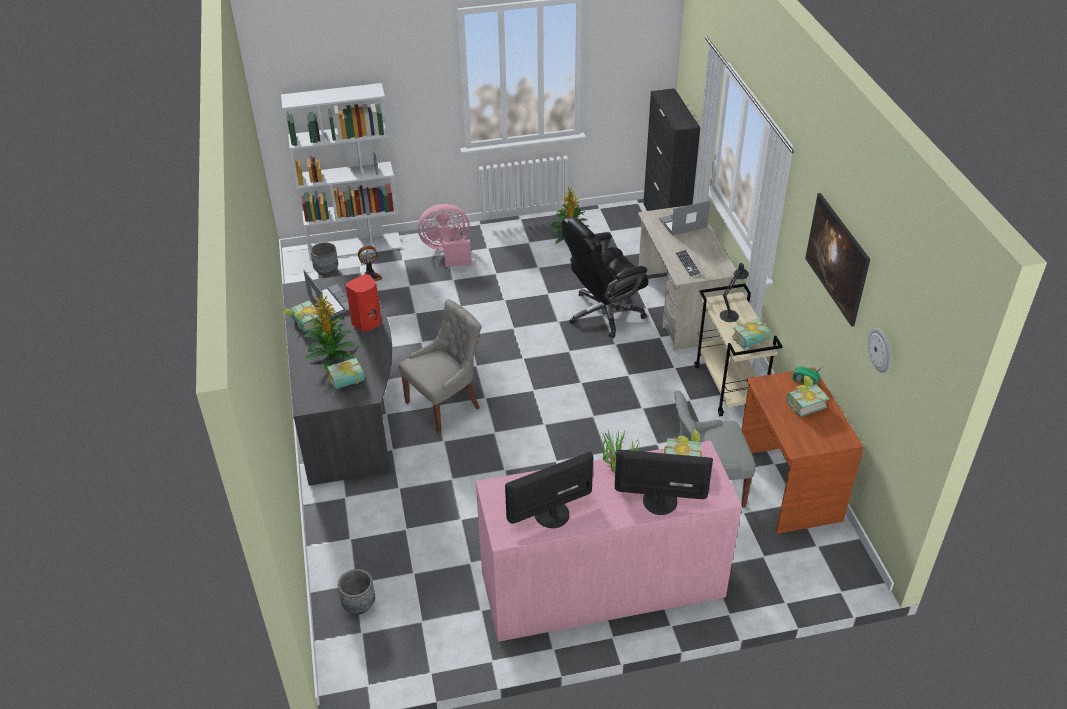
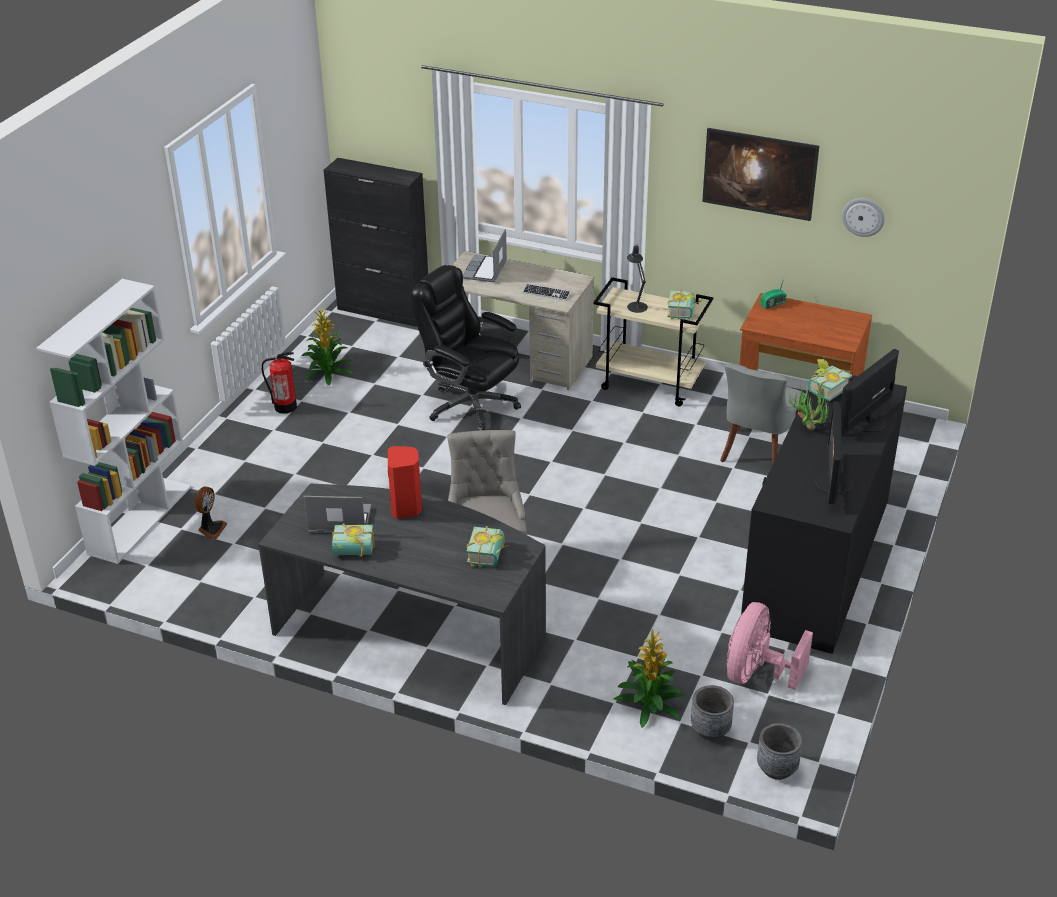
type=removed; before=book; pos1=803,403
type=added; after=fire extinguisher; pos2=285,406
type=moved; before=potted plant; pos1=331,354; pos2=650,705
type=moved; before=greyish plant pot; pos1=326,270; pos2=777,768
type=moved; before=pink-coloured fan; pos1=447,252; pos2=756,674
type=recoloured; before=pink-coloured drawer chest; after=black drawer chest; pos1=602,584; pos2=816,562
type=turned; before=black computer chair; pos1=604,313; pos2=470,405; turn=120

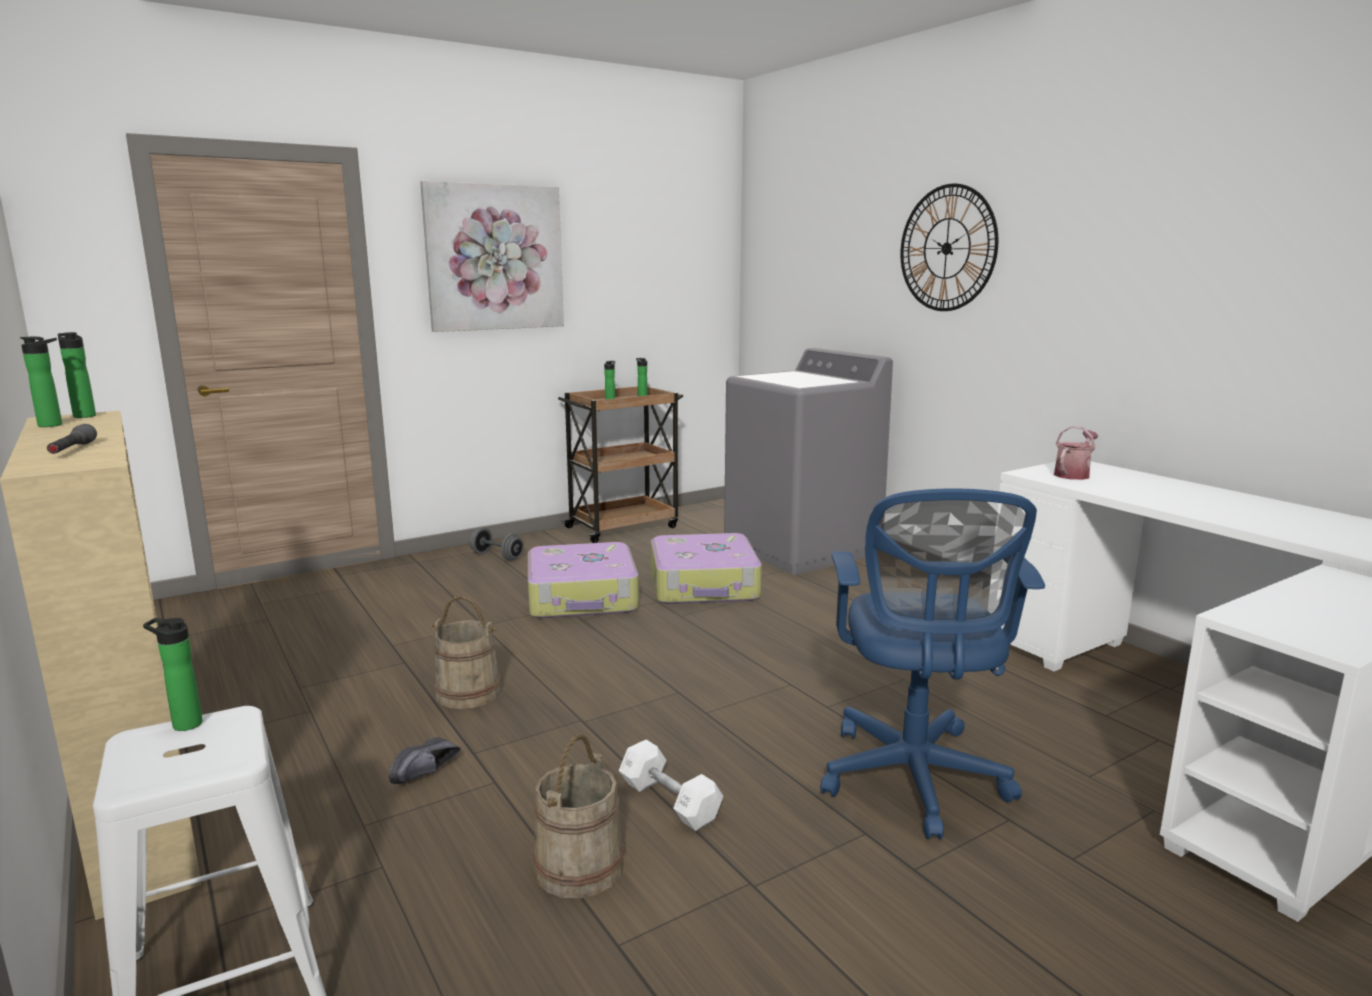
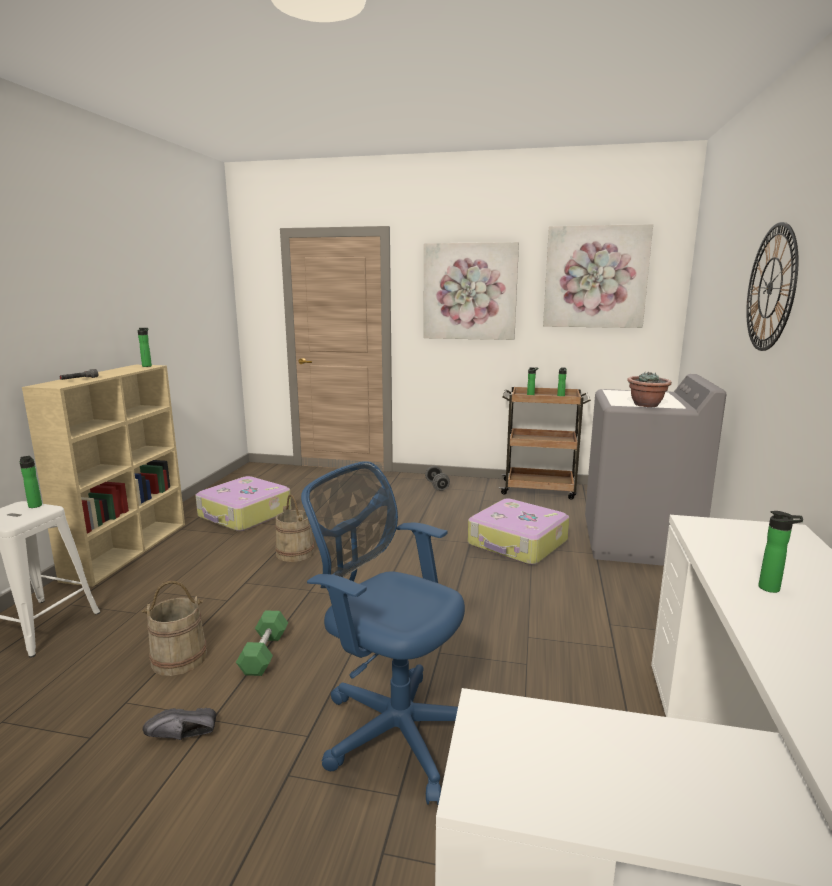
type=removed; before=watering can; pos1=1073,474
type=added; after=wall picture; pos2=595,277
type=added; after=potted plant; pos2=646,405
type=moved; before=bottle; pos1=54,425; pos2=772,589
type=moved; before=black low shoe; pos1=428,773; pos2=183,737
type=moved; before=travel case; pos1=583,597; pos2=244,515
type=recoloured; before=white hand weight; after=greenish hand weight; pos1=669,801; pos2=264,653
type=turned; before=blue computer chair; pos1=914,781; pos2=393,728; turn=75

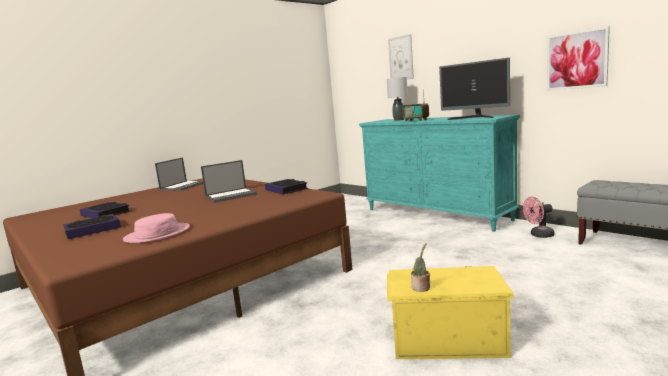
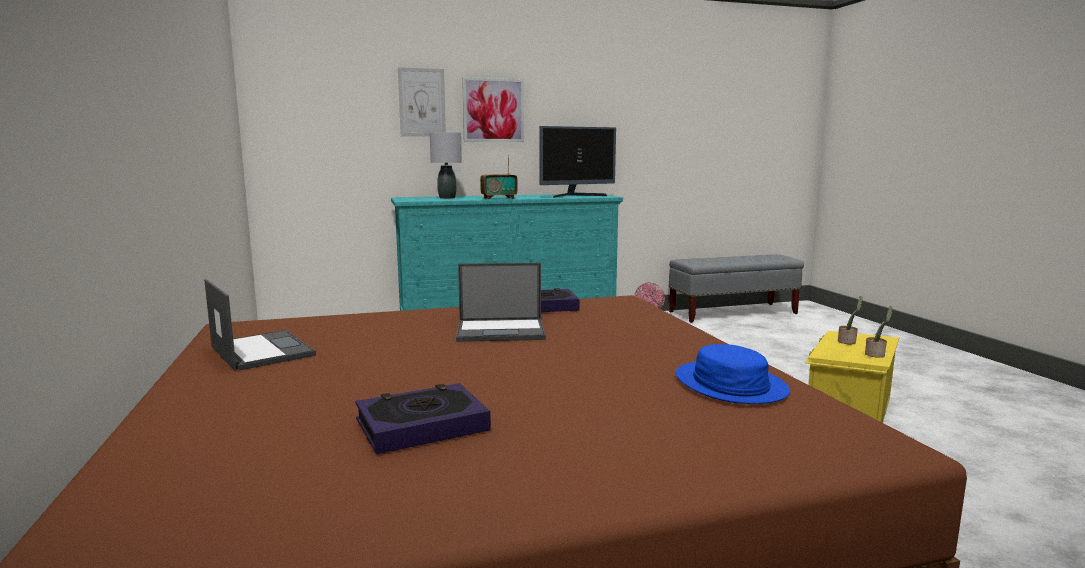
type=removed; before=book; pos1=92,230
type=added; after=potted plant; pos2=848,342
type=moved; before=wall picture; pos1=576,60; pos2=493,110
type=recoloured; before=pink-coloured wearable hat; after=blue wearable hat; pos1=157,234; pos2=729,384
type=turned; before=notebook computer; pos1=231,195; pos2=502,331; turn=90

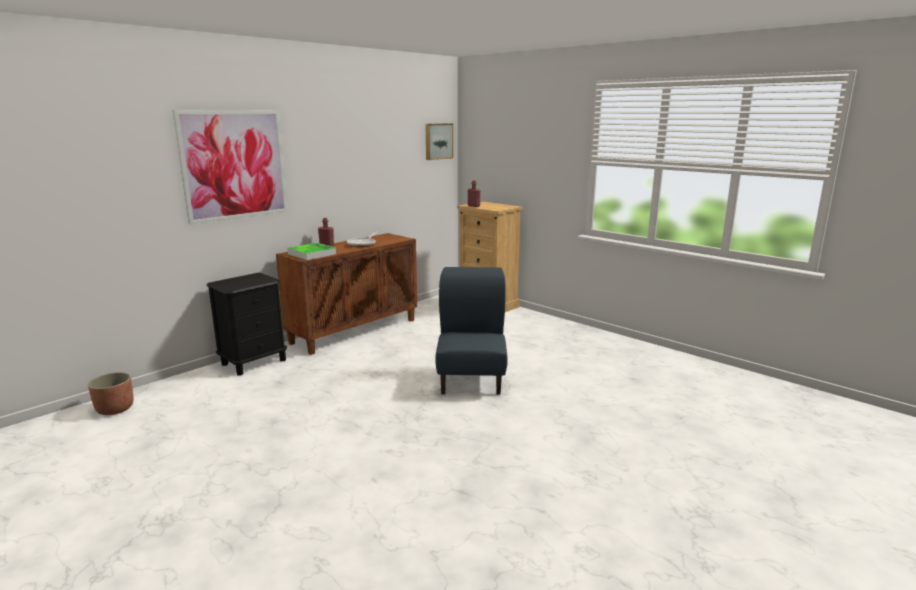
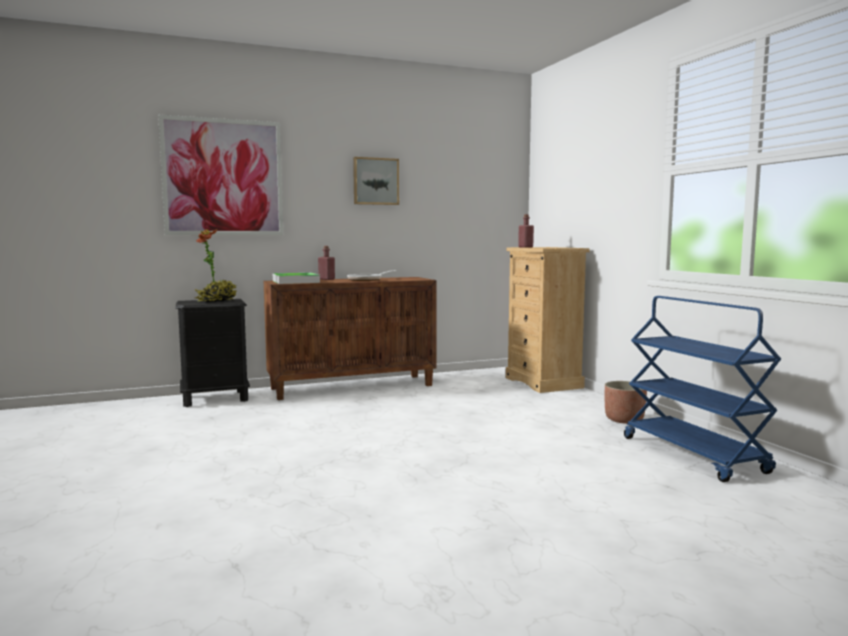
type=removed; before=blue upright chair; pos1=471,379
type=added; after=potted plant; pos2=217,301
type=added; after=blue cart; pos2=694,455
type=moved; before=plant pot; pos1=115,409; pos2=624,420
type=moved; before=wall picture; pos1=438,141; pos2=375,181

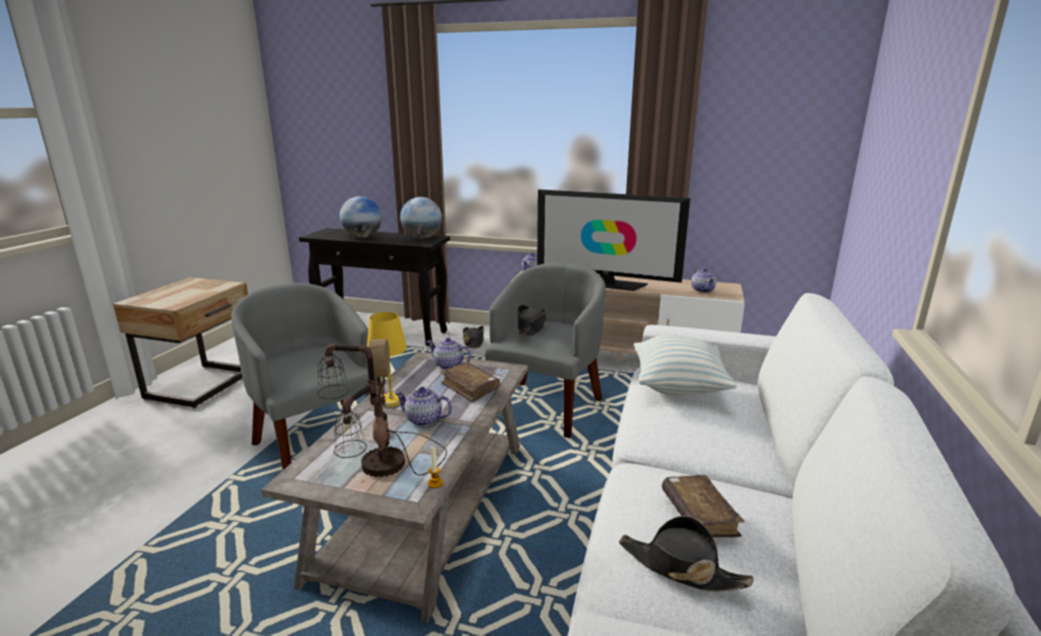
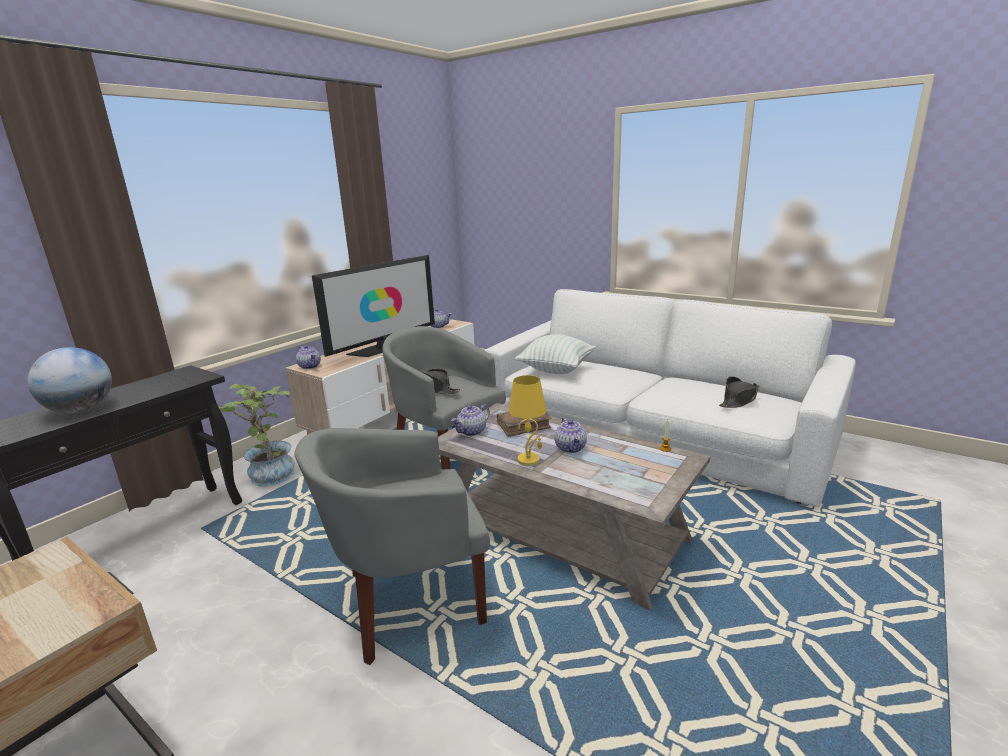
type=removed; before=table lamp; pos1=381,466
type=removed; before=desk globe; pos1=422,238
type=removed; before=brown book; pos1=699,515
type=replaced; before=black wearable hat; after=potted plant; pos1=473,342; pos2=269,473
type=turned; before=teapot; pos1=423,420; pos2=571,448; turn=-45

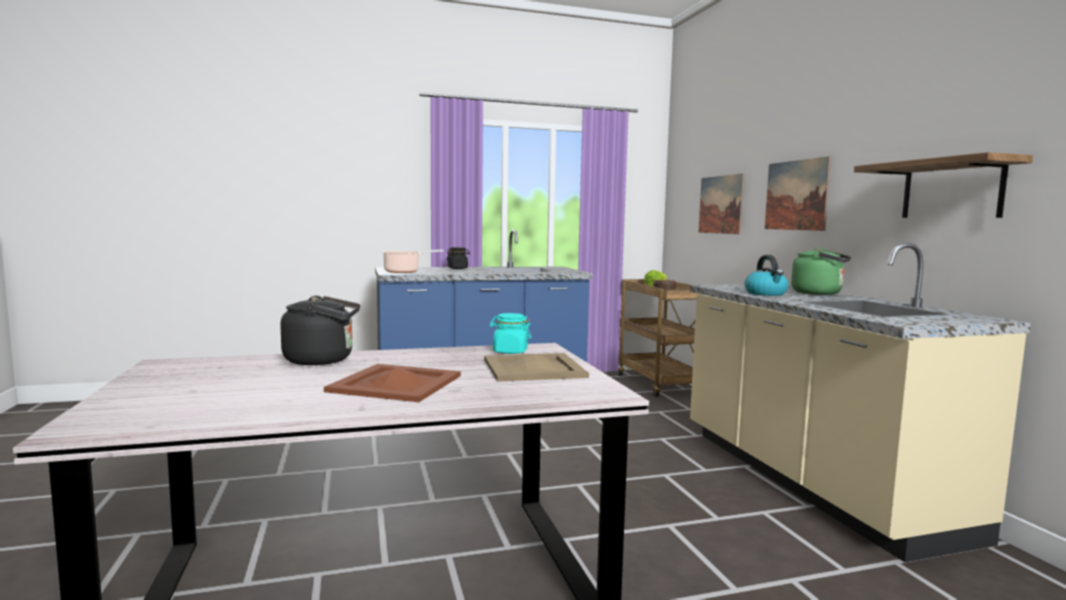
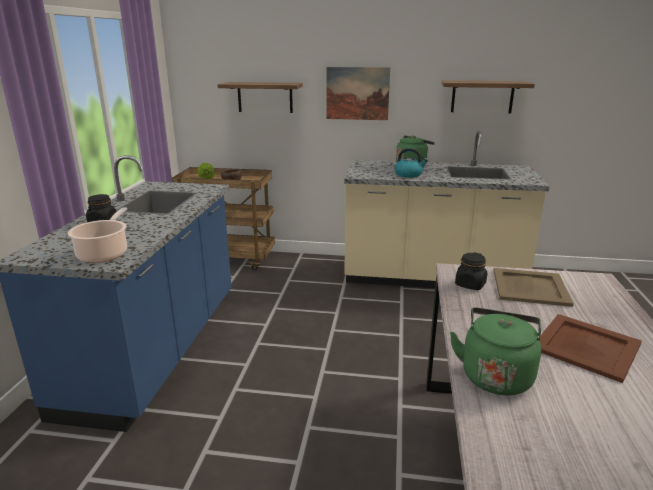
type=replaced; before=wall picture; after=wall shelf; pos1=720,204; pos2=265,97
type=recoloured; before=black kettle; after=greenish kettle; pos1=323,360; pos2=495,375
type=recoloured; before=turquoise-coloured jar; after=black jar; pos1=510,351; pos2=470,285

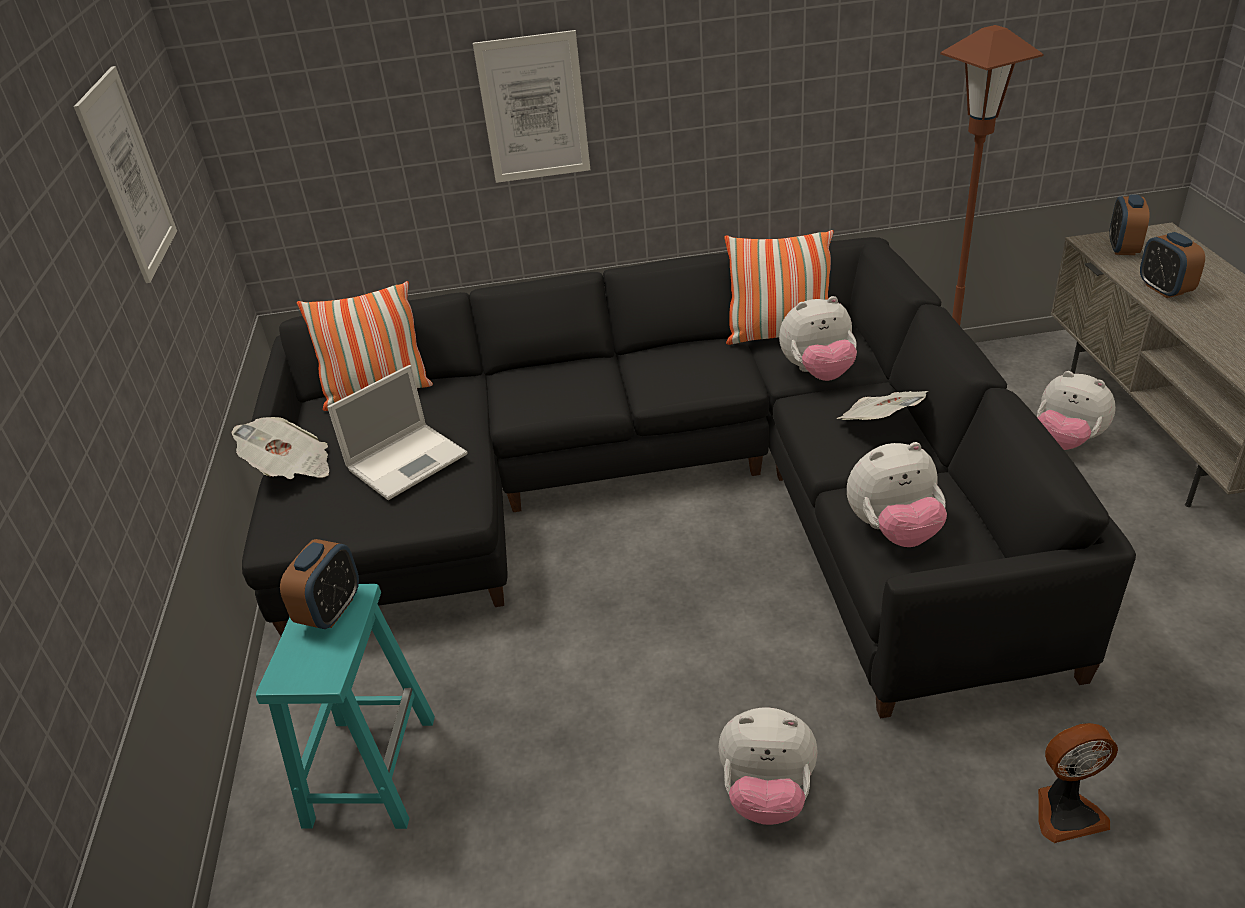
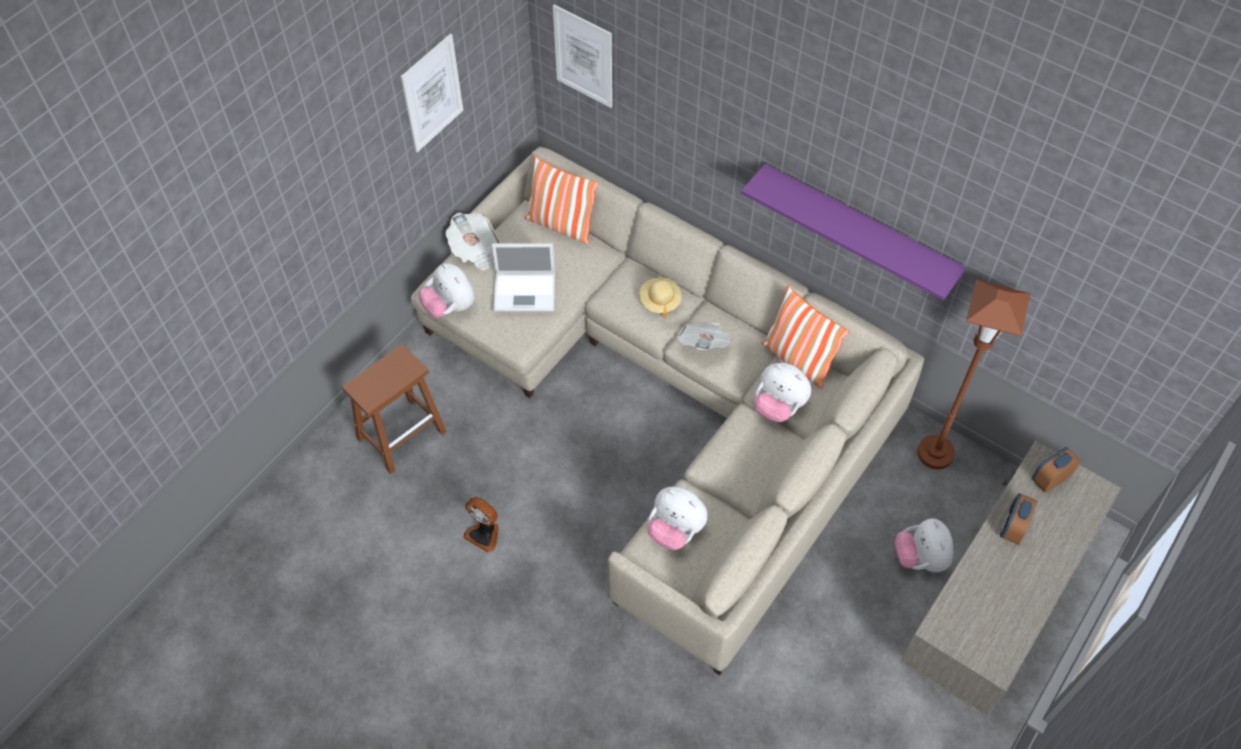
type=removed; before=bedside clock; pos1=331,610
type=added; after=sand-coloured wearable hat; pos2=660,301
type=added; after=purplish wall shelf; pos2=858,228
type=moved; before=wall picture; pos1=534,108; pos2=583,56
type=moved; before=plush toy; pos1=767,794; pos2=450,307
type=moved; before=printed paper; pos1=881,423; pos2=704,344
type=moved; before=fan; pos1=1066,811; pos2=484,534
type=recoloured; before=black couch; after=sand-coloured couch; pos1=659,496; pos2=668,396
type=recoloured; before=turquoise-coloured stool seat; after=brown stool seat; pos1=371,768; pos2=402,434

